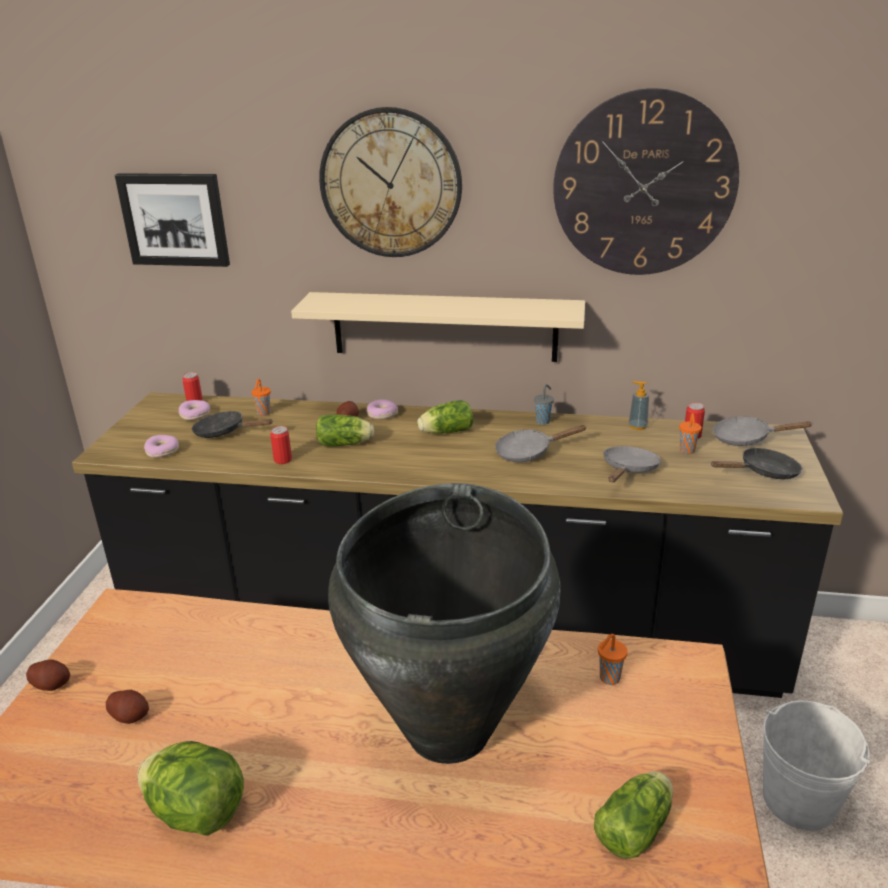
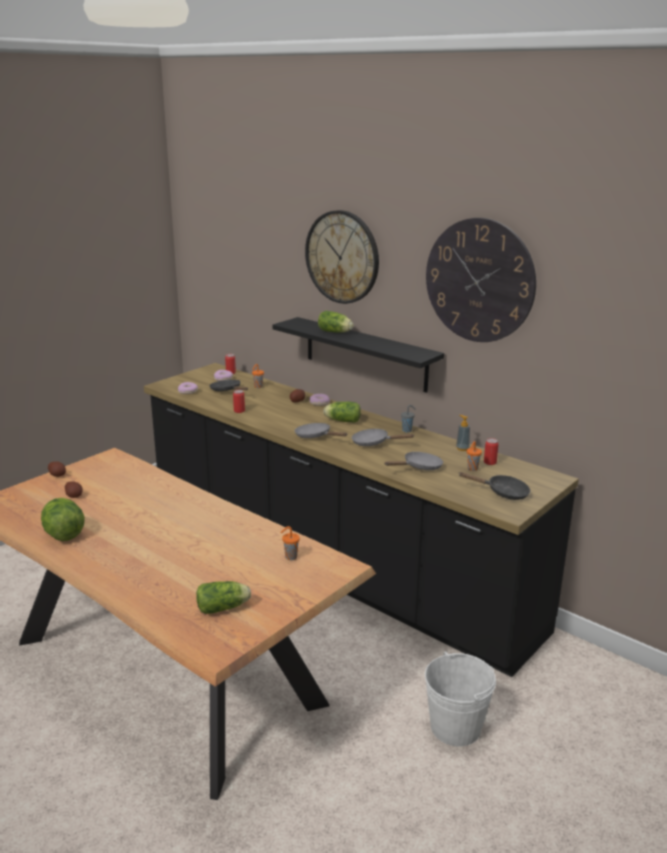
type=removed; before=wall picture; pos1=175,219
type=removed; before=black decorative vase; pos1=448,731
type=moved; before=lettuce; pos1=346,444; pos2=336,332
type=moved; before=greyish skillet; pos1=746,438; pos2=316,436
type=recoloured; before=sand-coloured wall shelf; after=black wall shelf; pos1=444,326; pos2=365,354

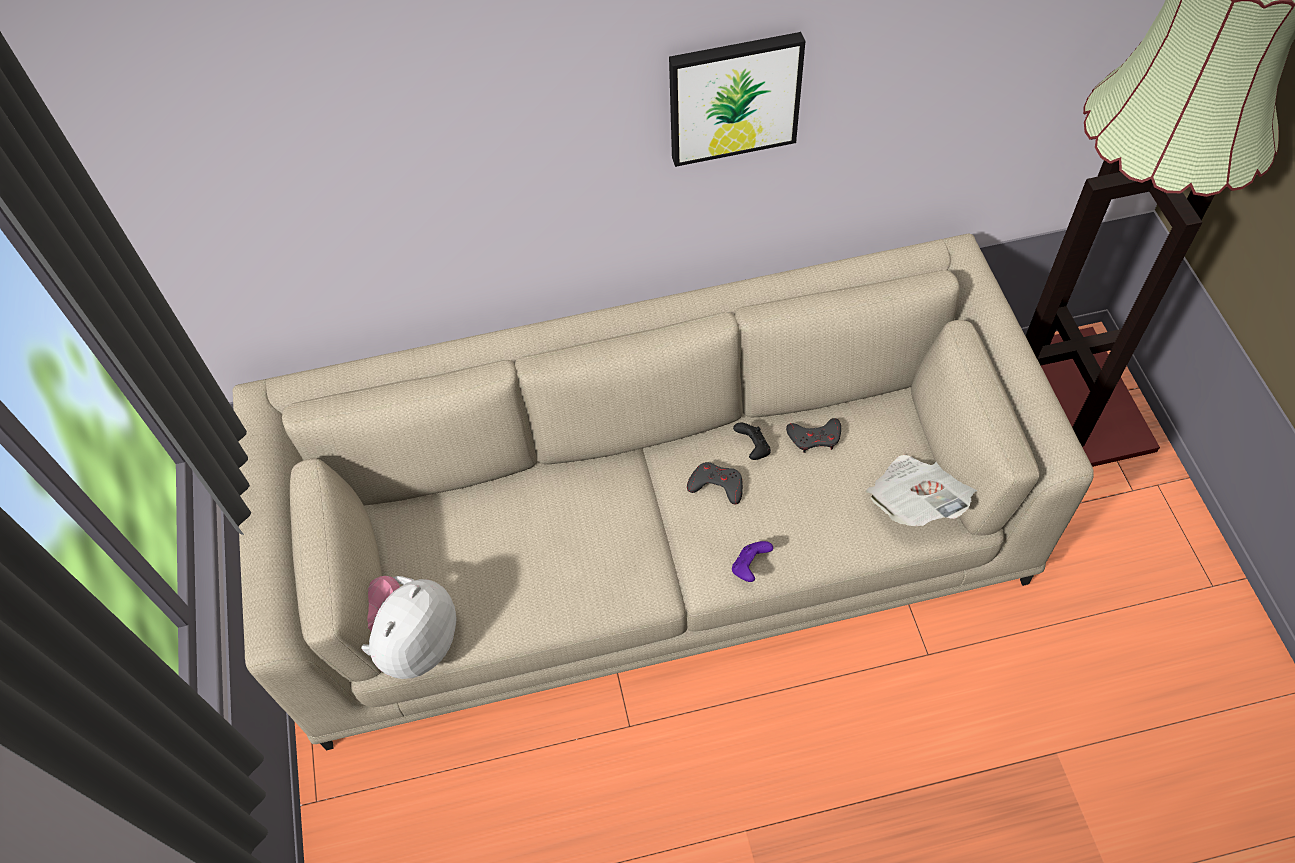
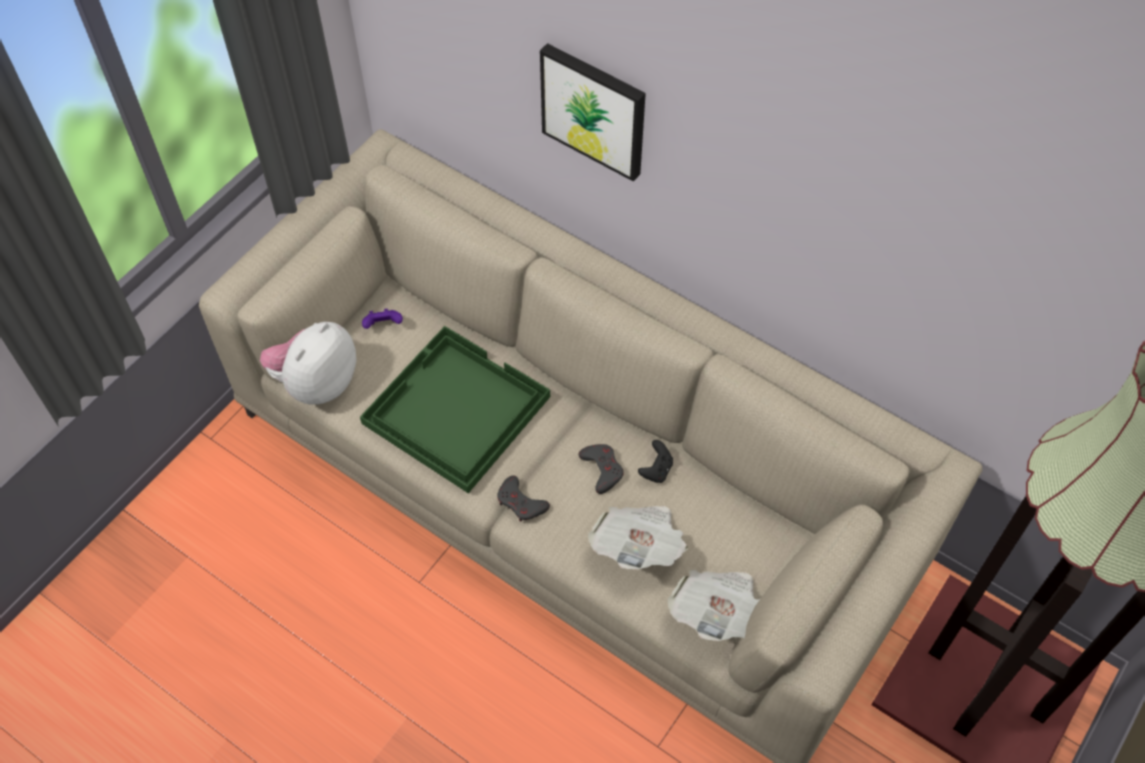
type=added; after=greenish tray; pos2=454,410
type=added; after=printed paper; pos2=639,546
type=moved; before=wall picture; pos1=733,97; pos2=594,110
type=moved; before=purplish game controller; pos1=750,567; pos2=383,326
type=moved; before=greyish game controller; pos1=815,437; pos2=521,502
type=turned; before=plush toy; pos1=411,642; pos2=316,381; turn=-45

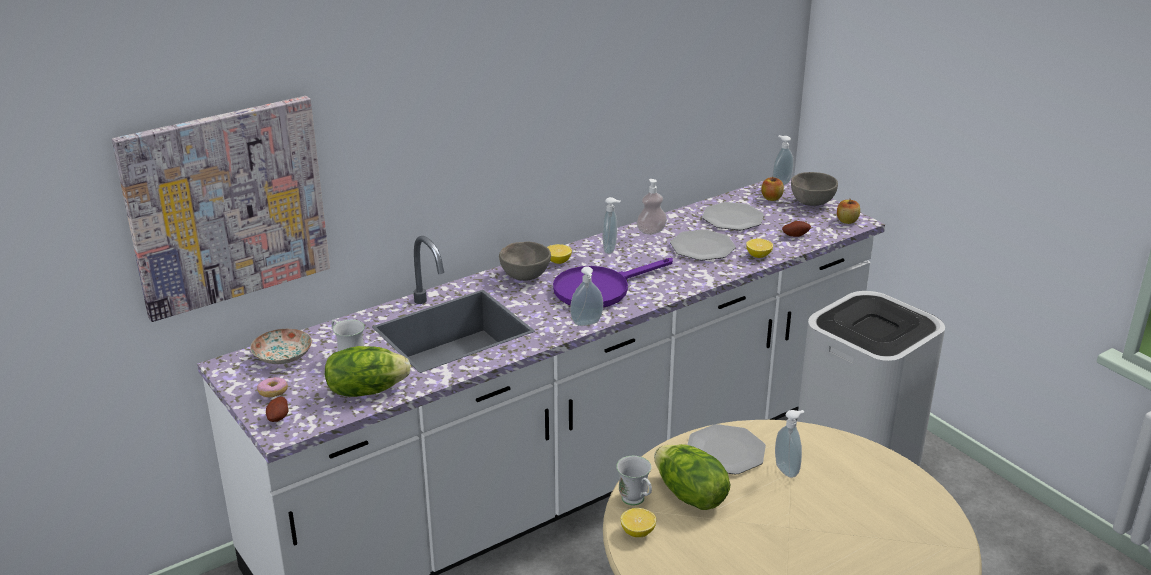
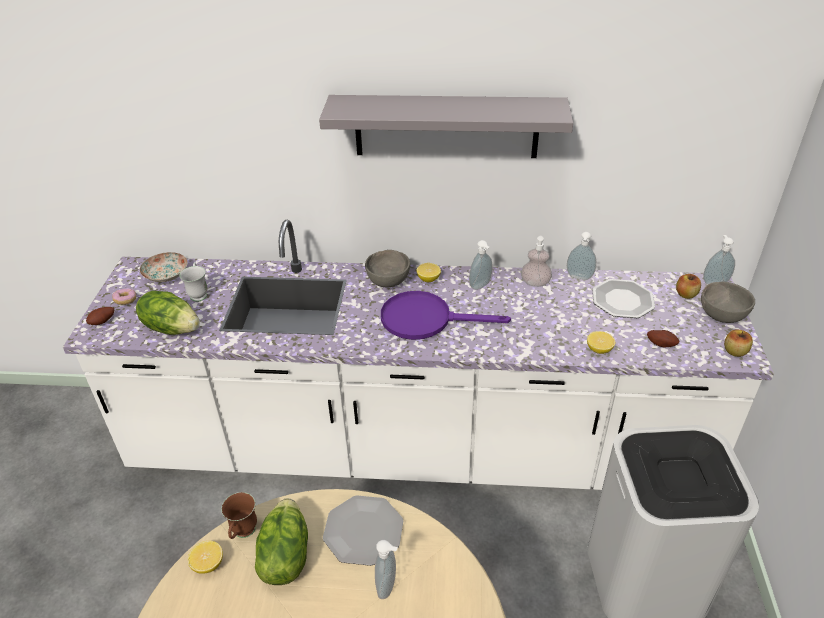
type=removed; before=wall picture; pos1=226,206
type=removed; before=flat dish; pos1=702,247
type=added; after=greyish wall shelf; pos2=446,126
type=moved; before=soap dispenser; pos1=587,324; pos2=579,278
type=recoloured; before=white mug; after=brown mug; pos1=636,502; pos2=243,534

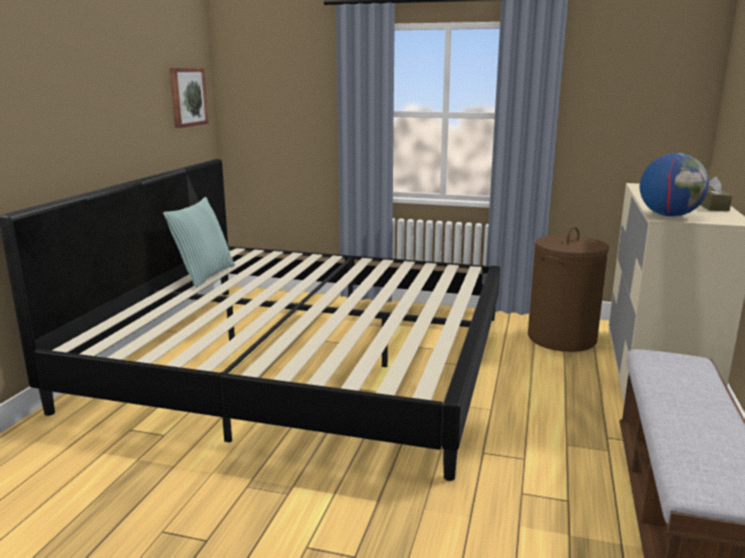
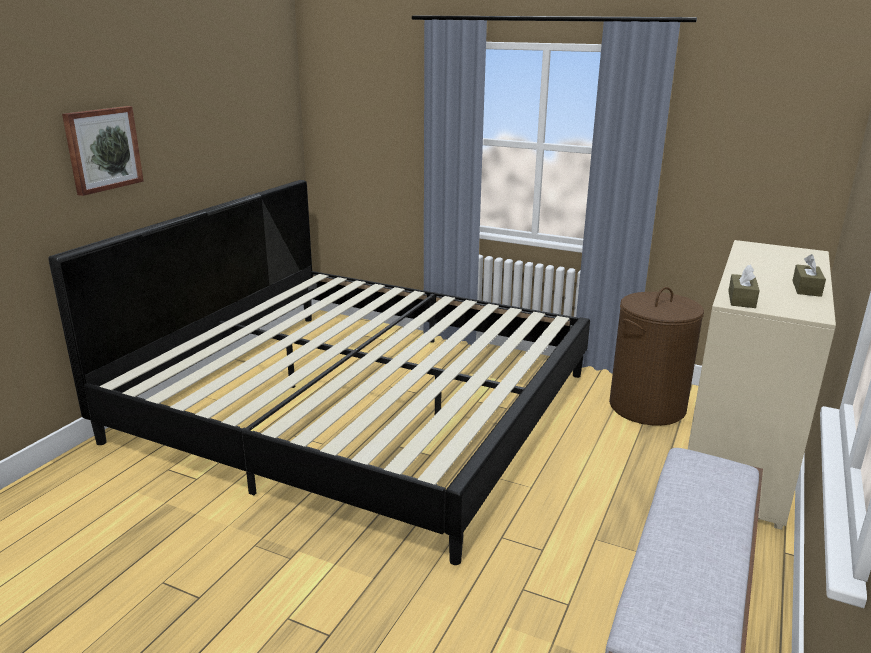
type=removed; before=pillow; pos1=204,275
type=moved; before=wall picture; pos1=187,97; pos2=102,149
type=replaced; before=desk globe; after=brown tissue box; pos1=669,215; pos2=741,299

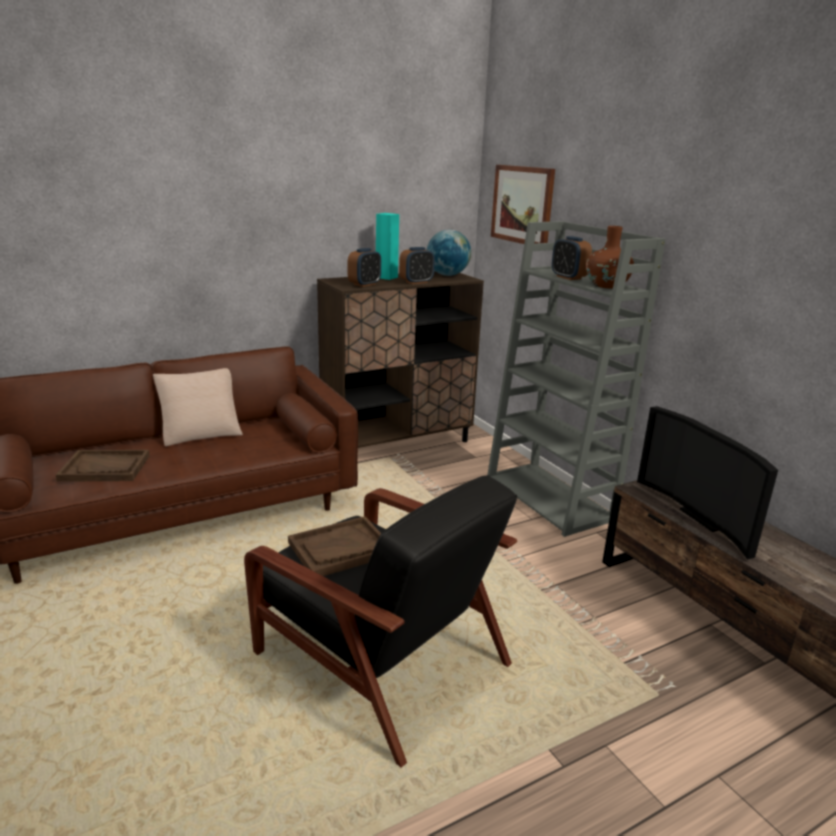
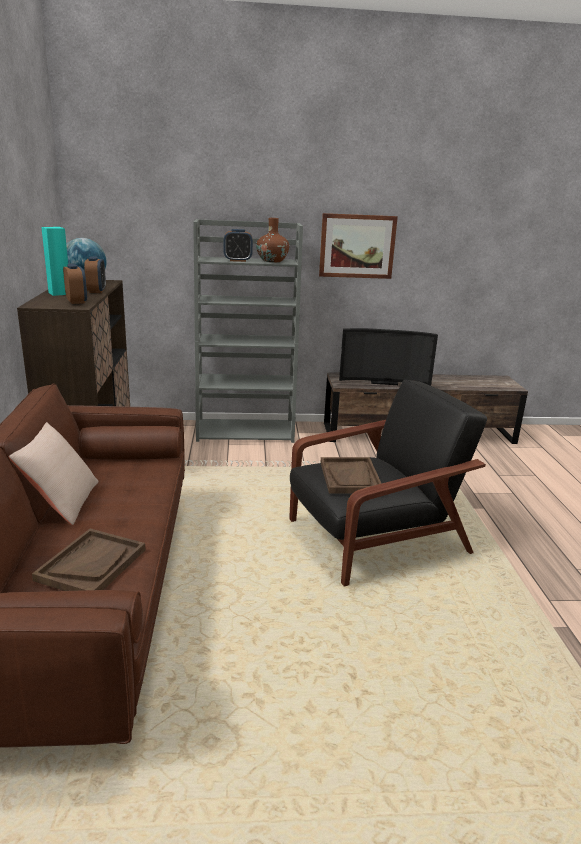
type=moved; before=wall picture; pos1=522,205; pos2=357,246

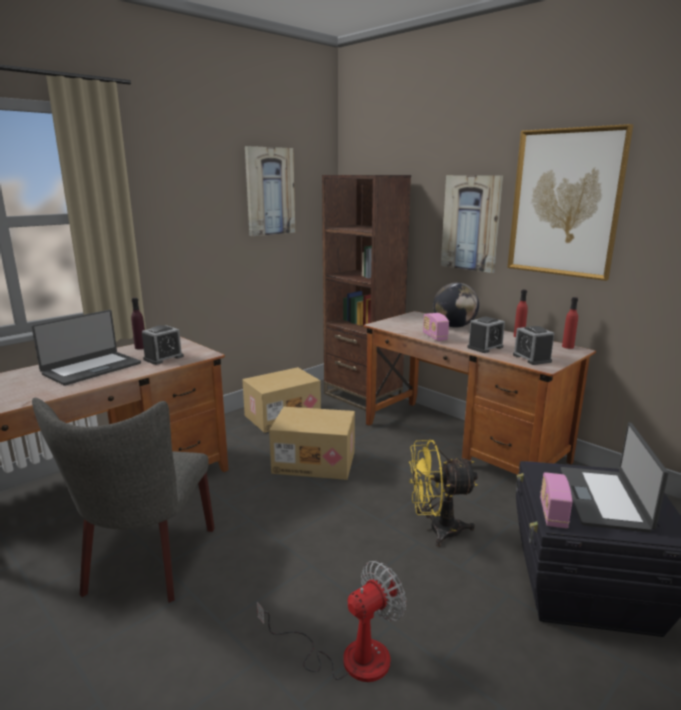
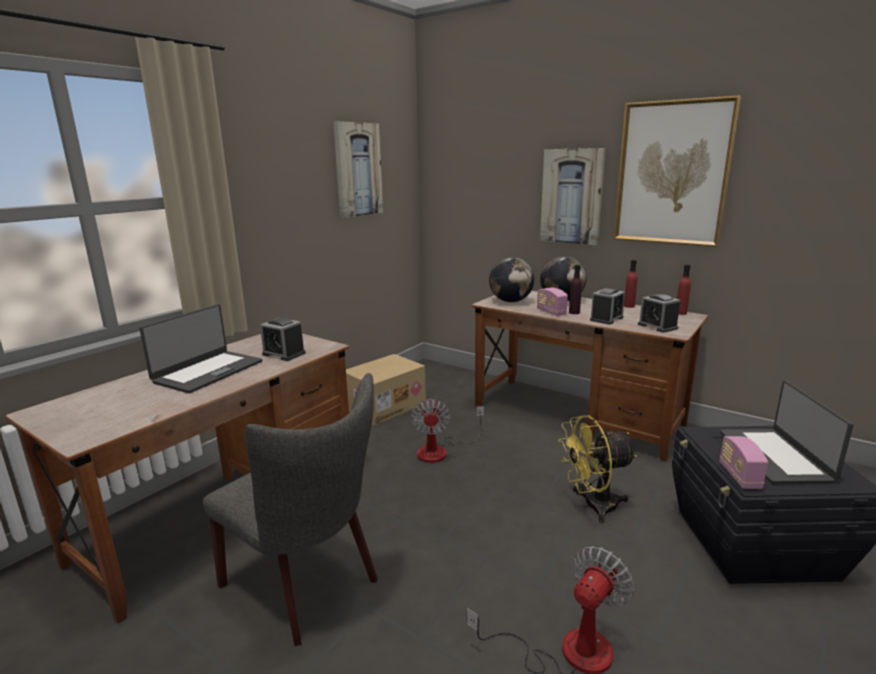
type=removed; before=brown bookshelf; pos1=362,396
type=added; after=desk globe; pos2=511,301
type=moved; before=purplish bottle; pos1=140,347; pos2=574,312
type=replaced; before=packing box; after=fan; pos1=315,462; pos2=440,450
type=turned; before=greyish upright chair; pos1=146,565; pos2=307,585; turn=-45
type=turned; before=bedside clock; pos1=163,358; pos2=284,354; turn=90

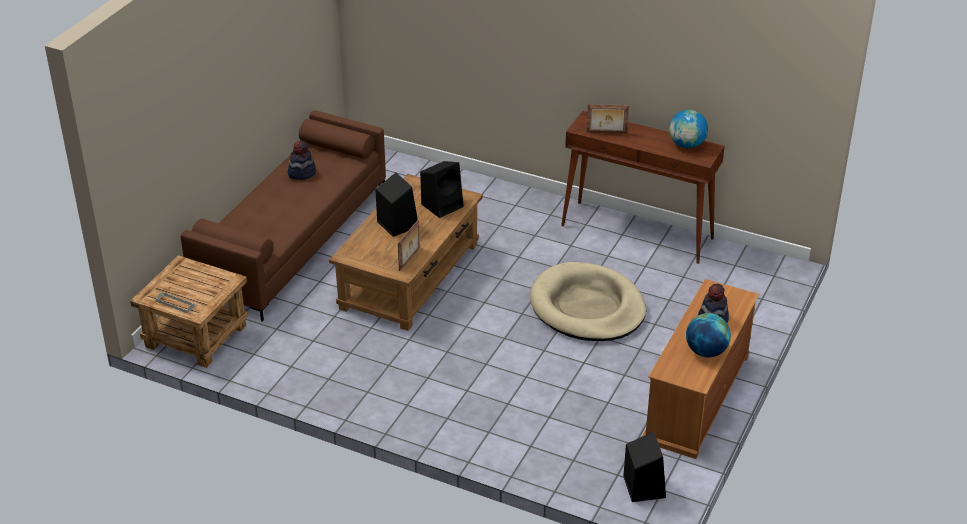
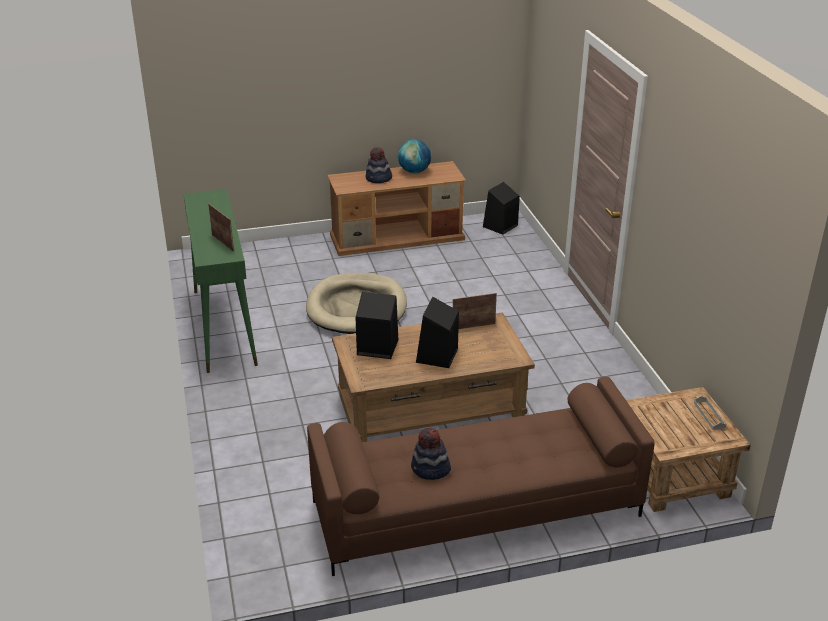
type=removed; before=desk globe; pos1=687,145
type=recoloured; before=brown narrow table; after=greenish narrow table; pos1=638,232; pos2=224,326

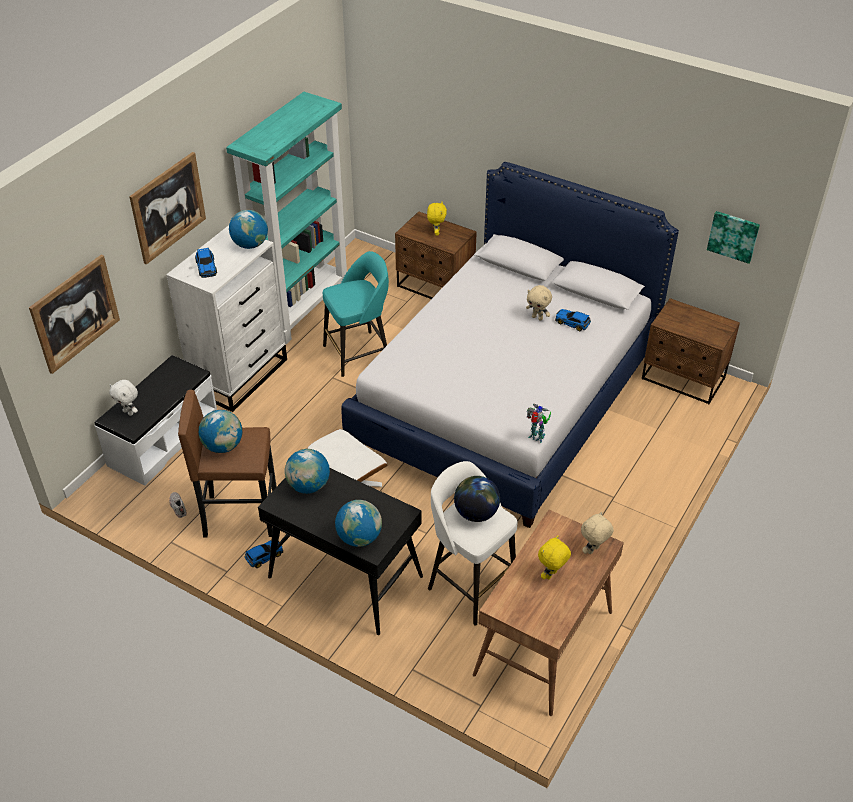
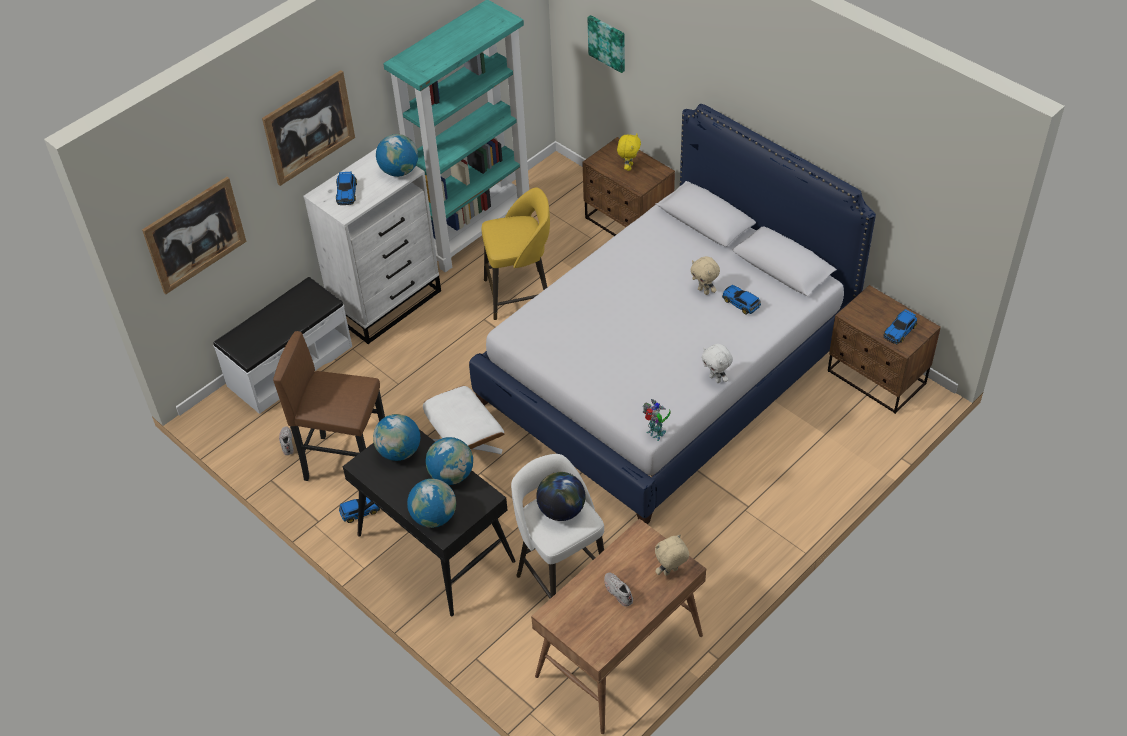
type=added; after=miniature car; pos2=900,330
type=moved; before=white plush toy; pos1=129,412; pos2=716,378
type=moved; before=desk globe; pos1=223,446; pos2=451,475
type=moved; before=wall picture; pos1=733,236; pos2=607,43
type=replaced; before=yellow plush toy; after=white low shoe; pos1=551,575; pos2=618,591
type=recoloured; before=turquoise-coloured stool seat; after=yellow stool seat; pos1=359,353; pos2=520,294

